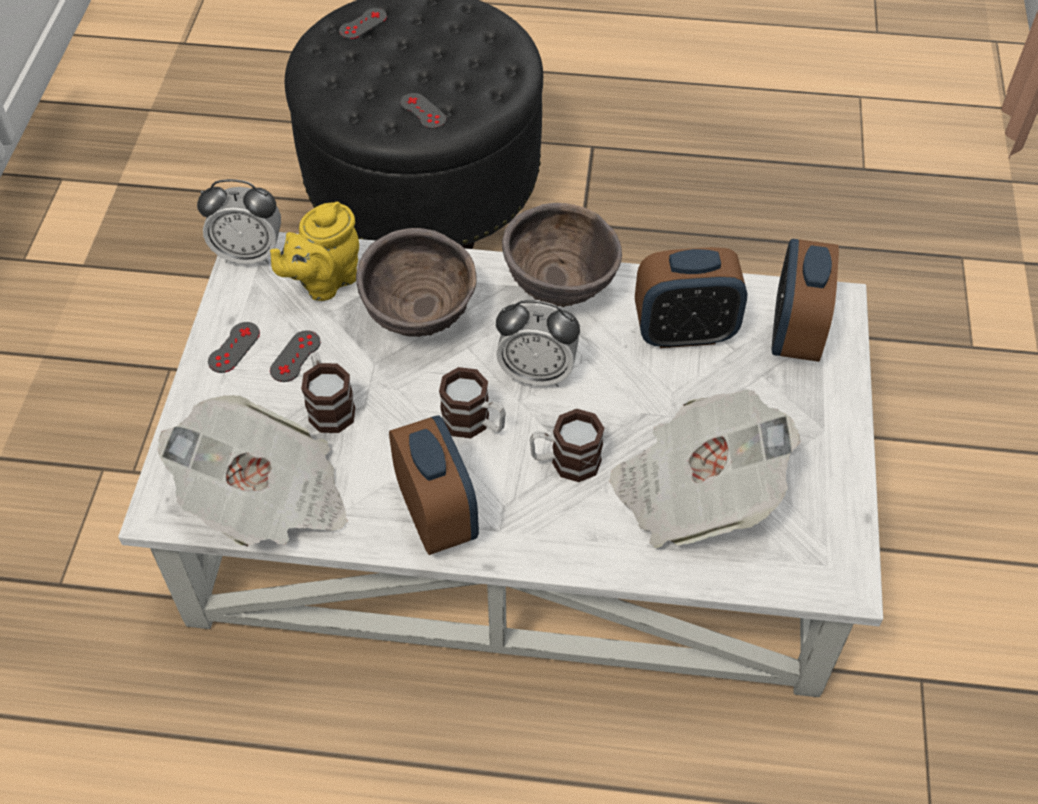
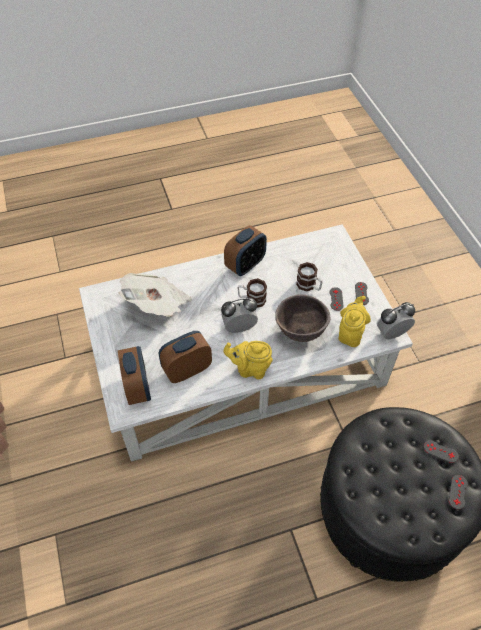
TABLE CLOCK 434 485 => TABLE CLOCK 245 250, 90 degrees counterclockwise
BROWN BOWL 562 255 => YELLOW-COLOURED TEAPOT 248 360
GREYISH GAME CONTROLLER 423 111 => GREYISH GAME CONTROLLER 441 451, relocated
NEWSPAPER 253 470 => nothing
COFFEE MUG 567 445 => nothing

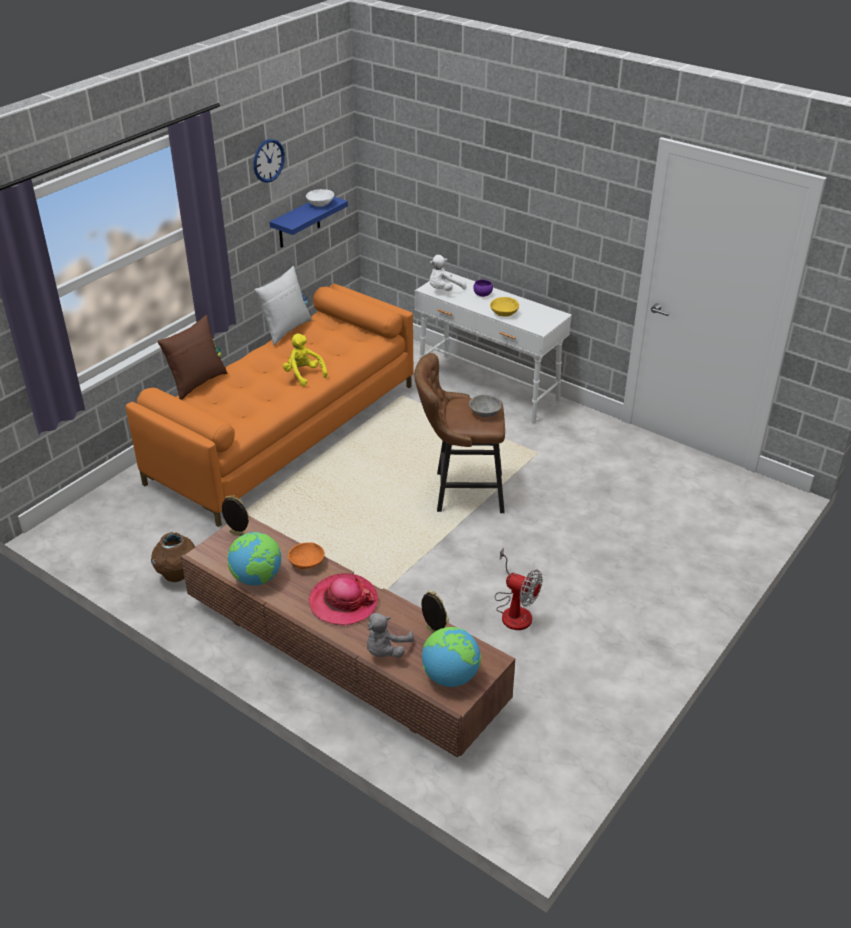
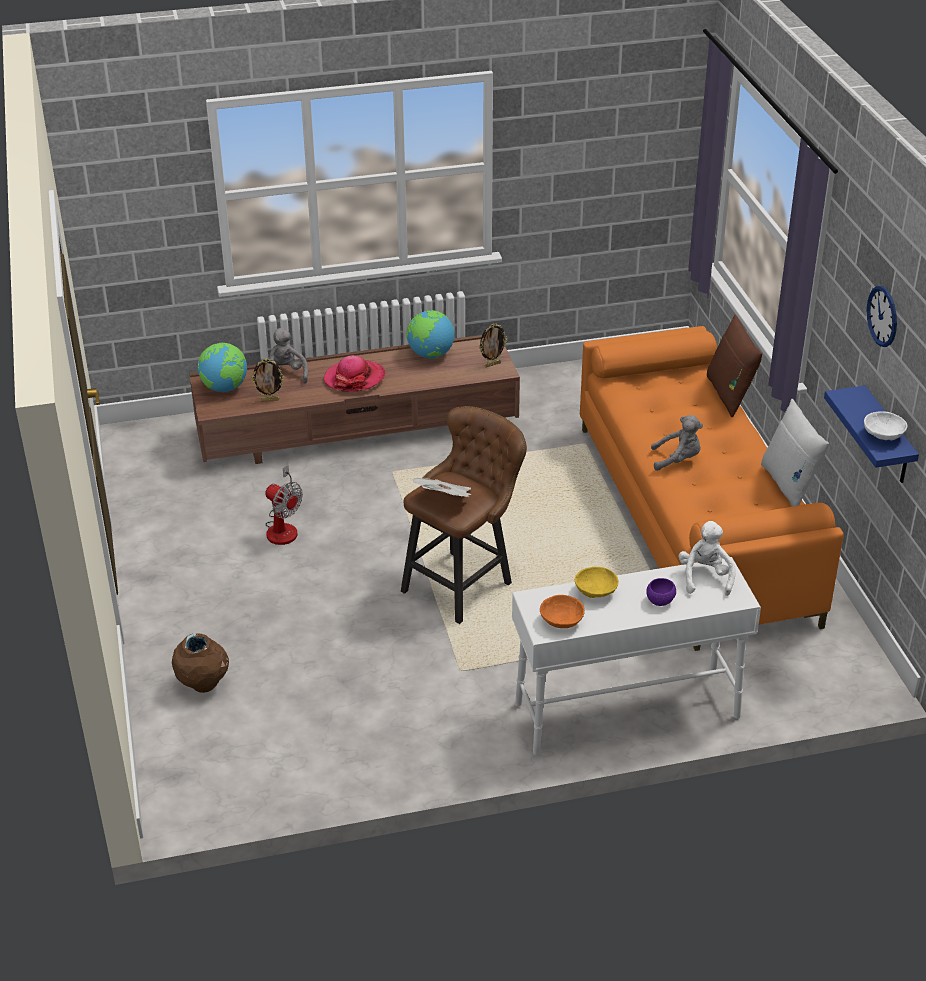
BROWN FLOWER VASE 173 557 => BROWN FLOWER VASE 200 663, relocated
ELECTRIC FAN 518 588 => ELECTRIC FAN 284 505, 120 degrees counterclockwise
GREYISH BOWL 485 406 => NEWSPAPER 442 487
ORANGEY BOWL 306 556 => ORANGEY BOWL 562 611, relocated
YELLOW-COLOURED SOFT TOY 305 359 => GREYISH SOFT TOY 677 443

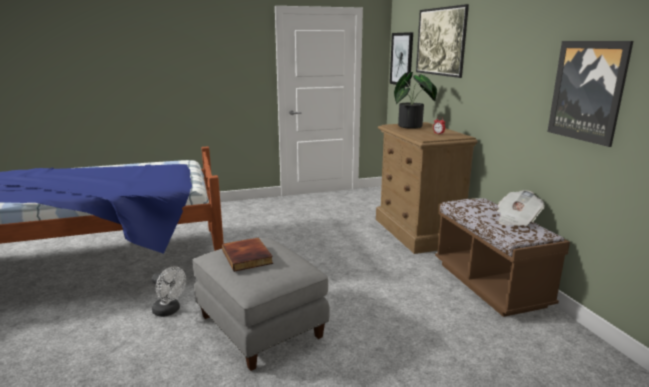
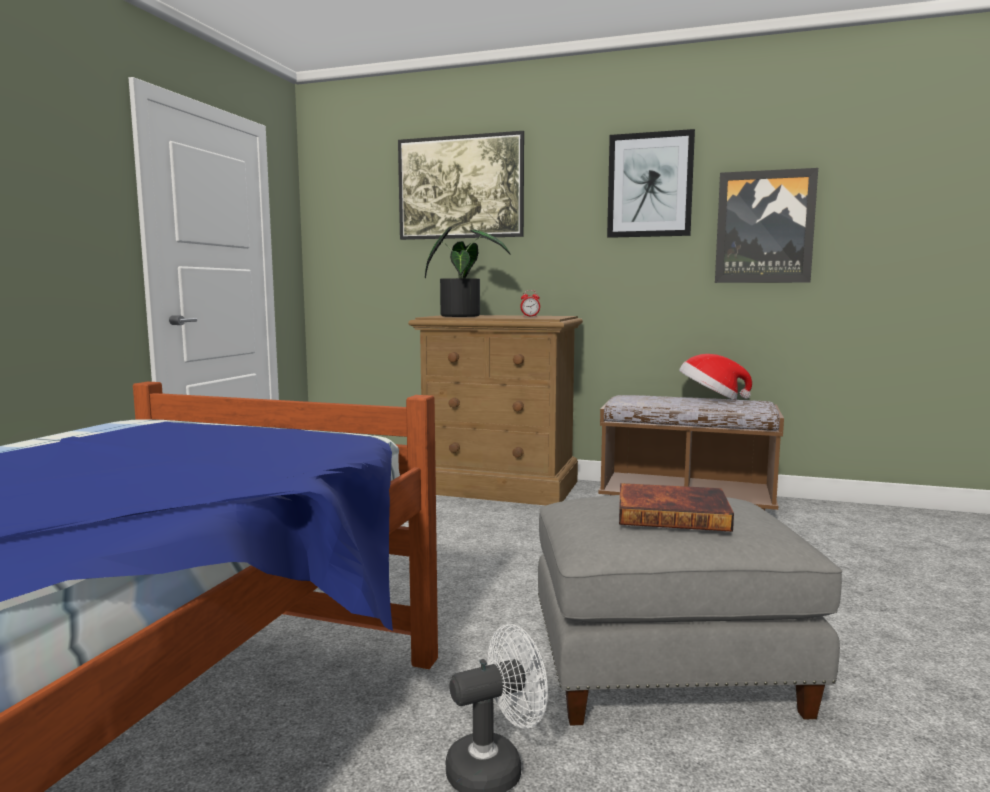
WALL ART 401 59 => WALL ART 651 183, relocated
NEWSPAPER 521 208 => CLOTHING HAT 715 377

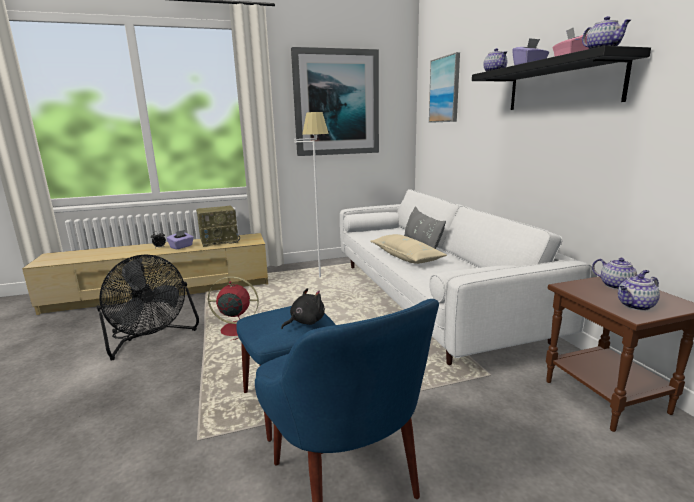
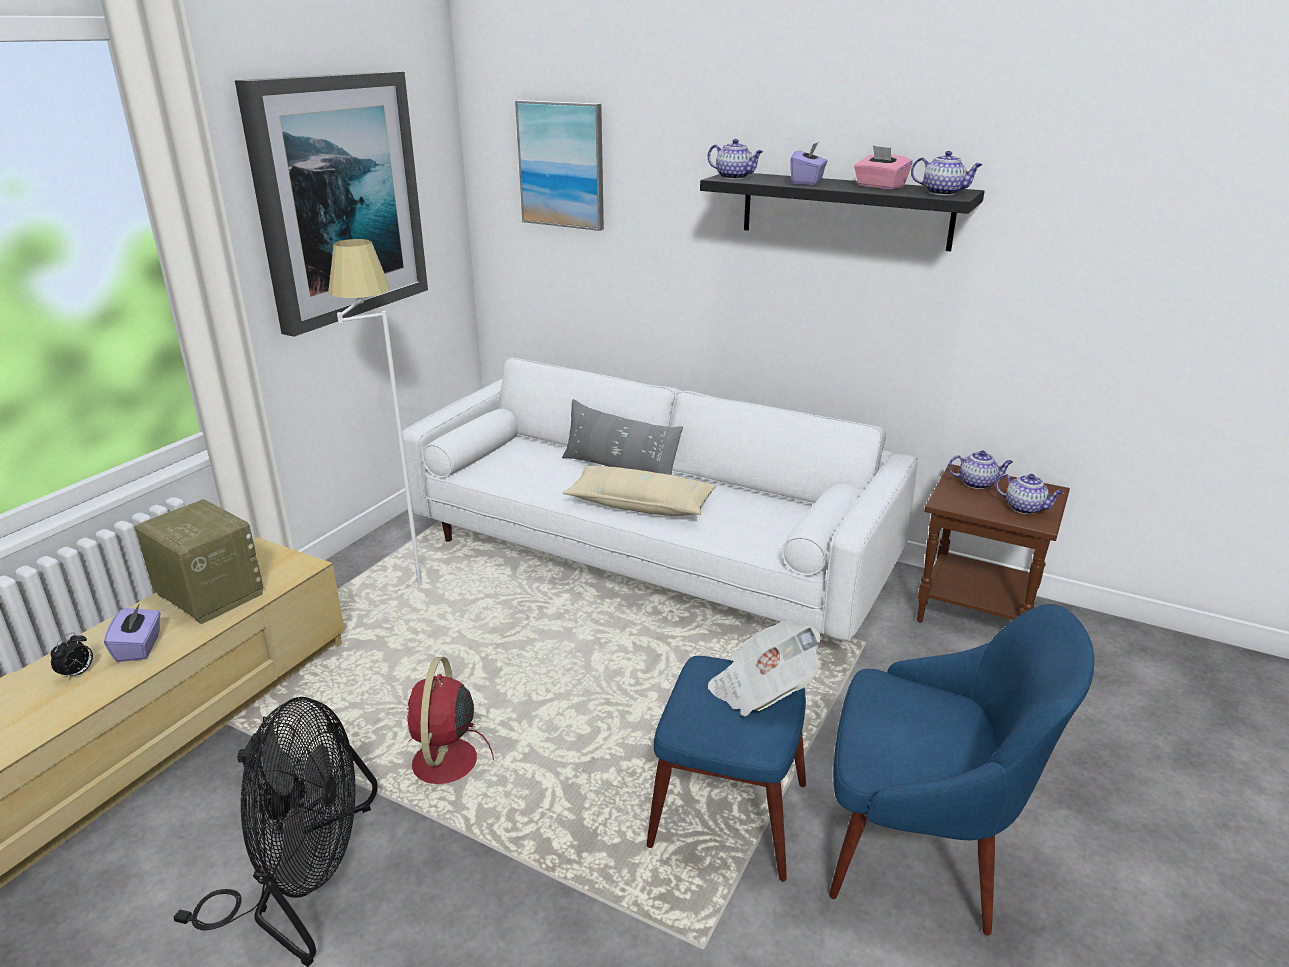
RADIO RECEIVER 218 226 => RADIO RECEIVER 199 561, 75 degrees counterclockwise
RED ELECTRIC FAN 233 308 => RED ELECTRIC FAN 450 720, 45 degrees counterclockwise
BLACKISH SOFT TOY 303 308 => NEWSPAPER 765 668
TEAPOT 639 292 => TEAPOT 1029 494, 75 degrees counterclockwise

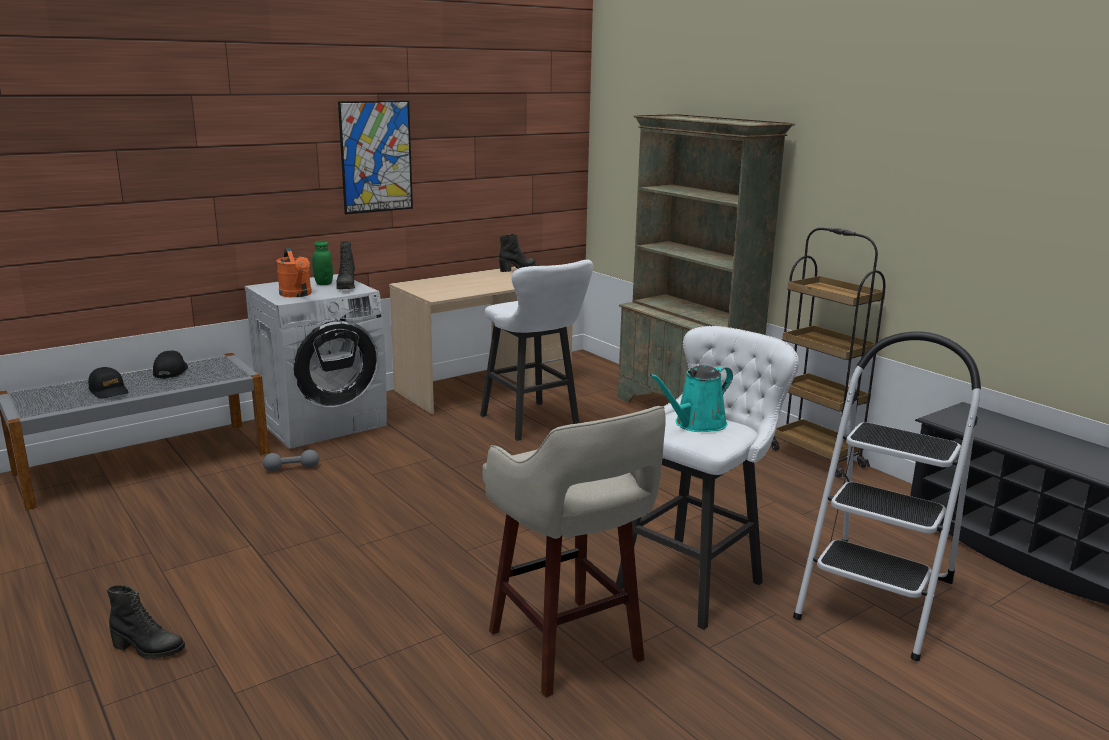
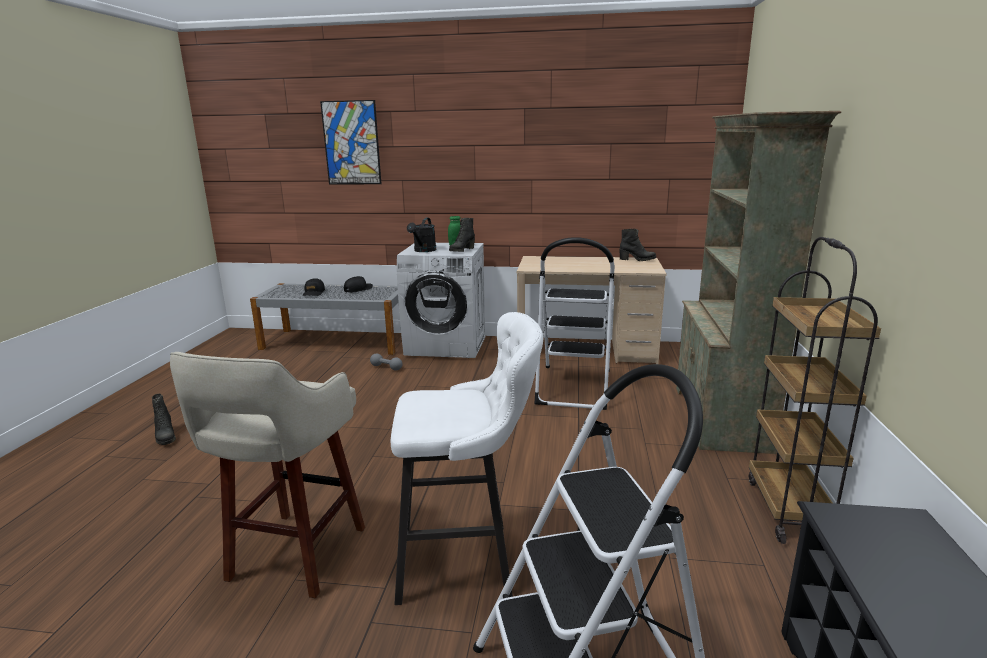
WALL ART 375 158 => WALL ART 350 142, relocated
ORANGEY SPRINKLING CAN 294 272 => BLACKISH SPRINKLING CAN 421 235
WHITE-COLOURED STOOL SEAT 536 350 => STEP LADDER 574 323
BLUE-GREEN SPRINKLING CAN 691 398 => nothing

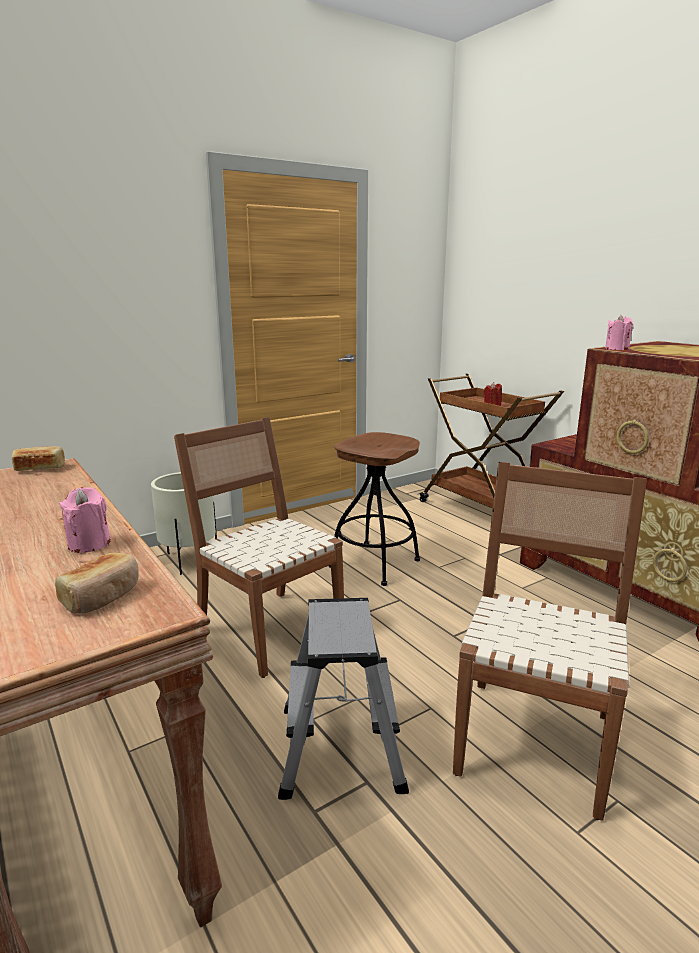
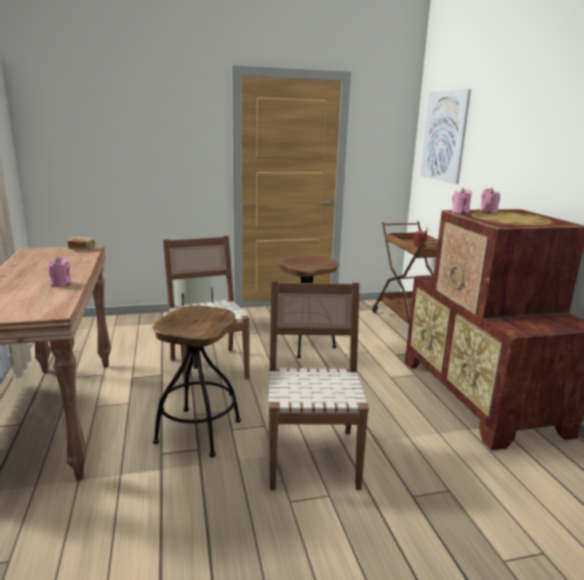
GREYISH STEP LADDER 343 699 => BROWN STOOL SEAT 196 381
PLAIN CHAIR 550 641 => PLAIN CHAIR 318 385, 45 degrees counterclockwise
nothing => WALL ART 445 136
nothing => PINK WAX LIGHT 490 200
BAKED BREAD 97 583 => nothing

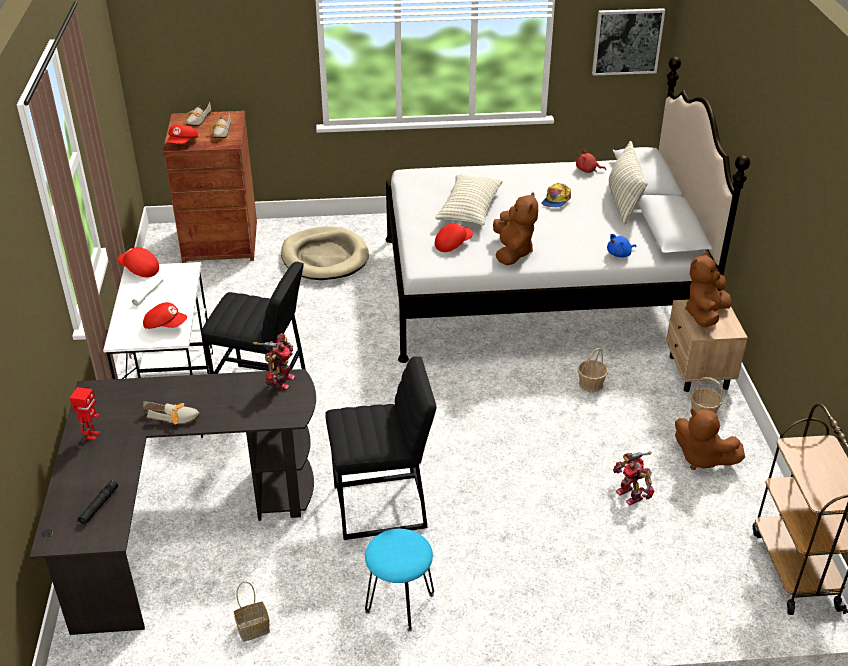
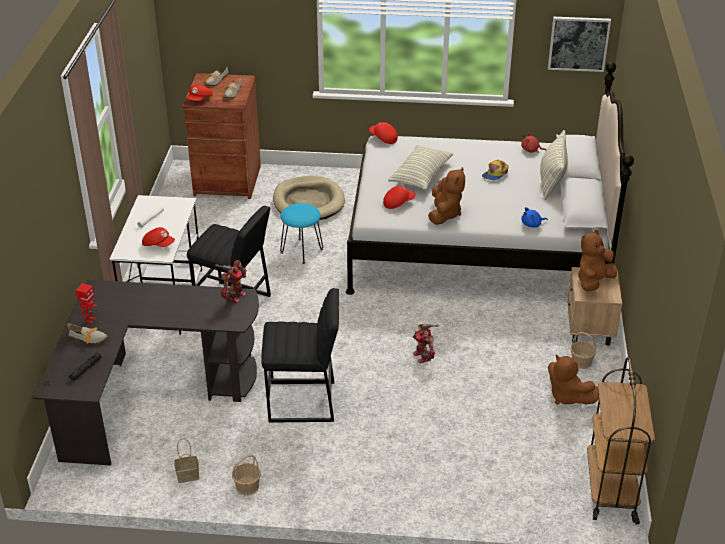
LOW SHOE 171 413 => LOW SHOE 87 333, relocated
HOUSEHOLD BASKET 593 370 => HOUSEHOLD BASKET 246 475, relocated
BLUE-GREEN STOOL SEAT 399 580 => BLUE-GREEN STOOL SEAT 301 233, relocated
RED BASEBALL CAP 138 262 => RED BASEBALL CAP 383 133, relocated
ROBOT FIGURE 633 478 => ROBOT FIGURE 426 343, relocated

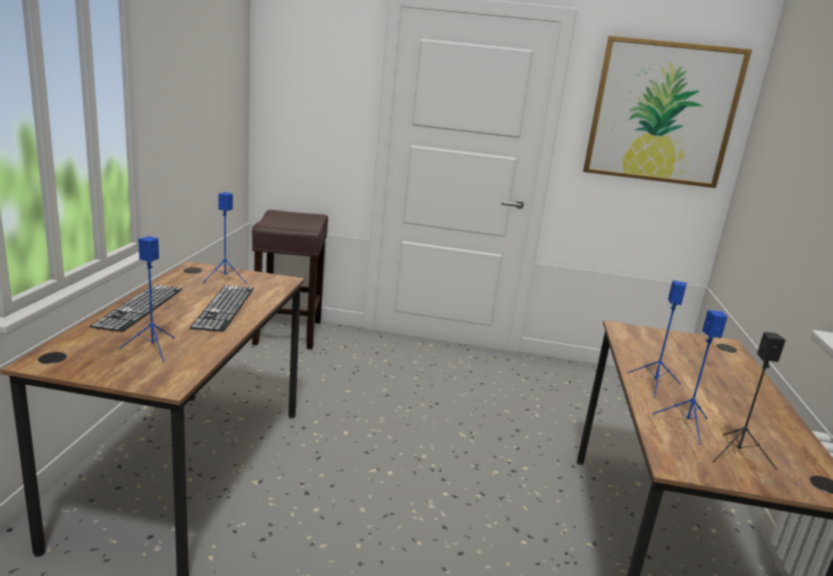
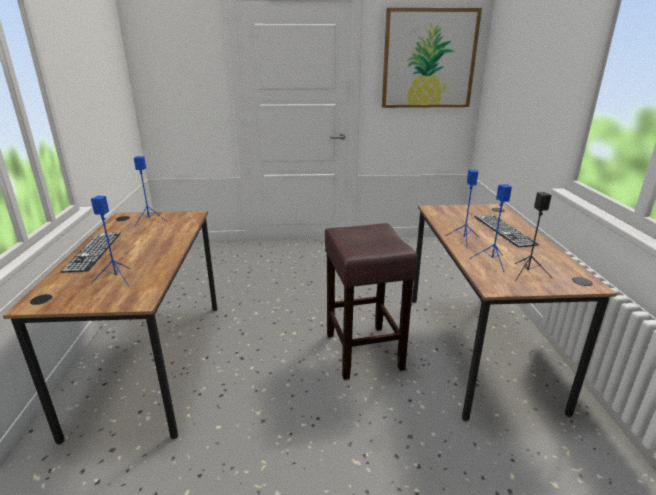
BROWN STOOL SEAT 290 279 => BROWN STOOL SEAT 371 301, relocated
PC KEYBOARD 222 308 => PC KEYBOARD 506 231, relocated

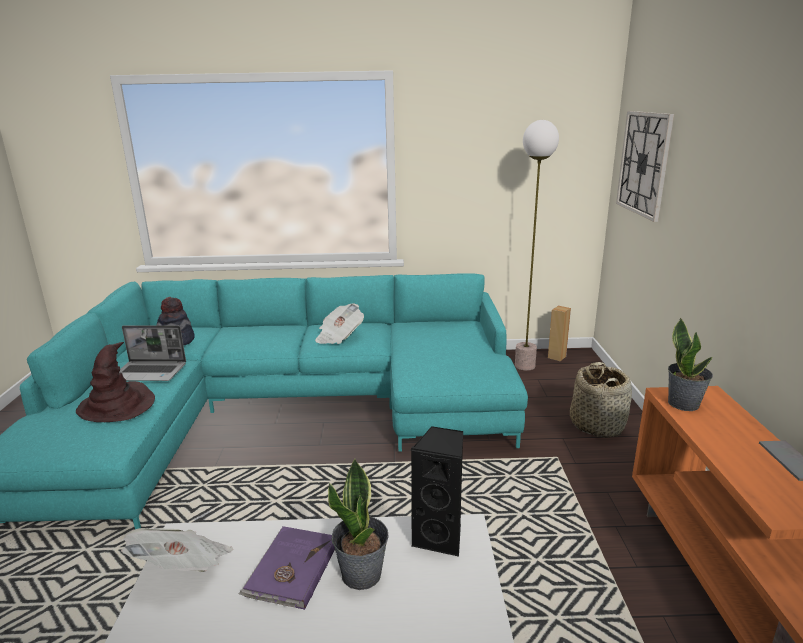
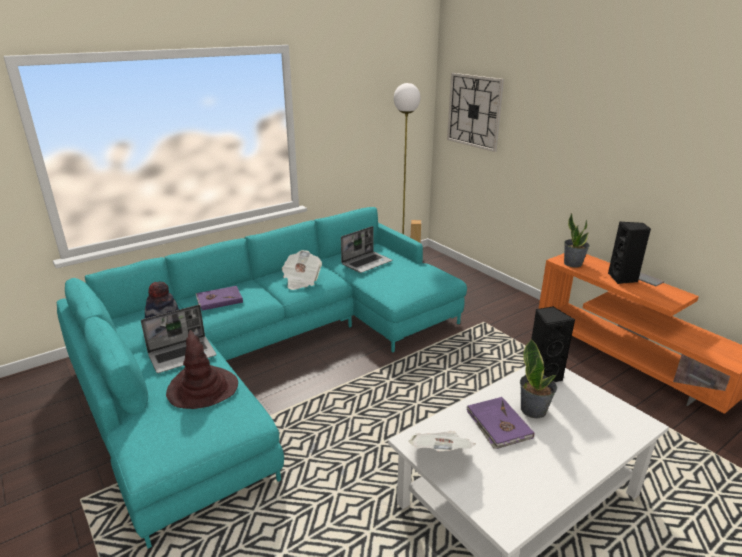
nothing => PURPLE-COLOURED BOUND BOOK 219 298
nothing => LAPTOP 366 249
nothing => BLACKISH LOUDSPEAKER 629 252
HOUSEHOLD BASKET 601 400 => nothing

